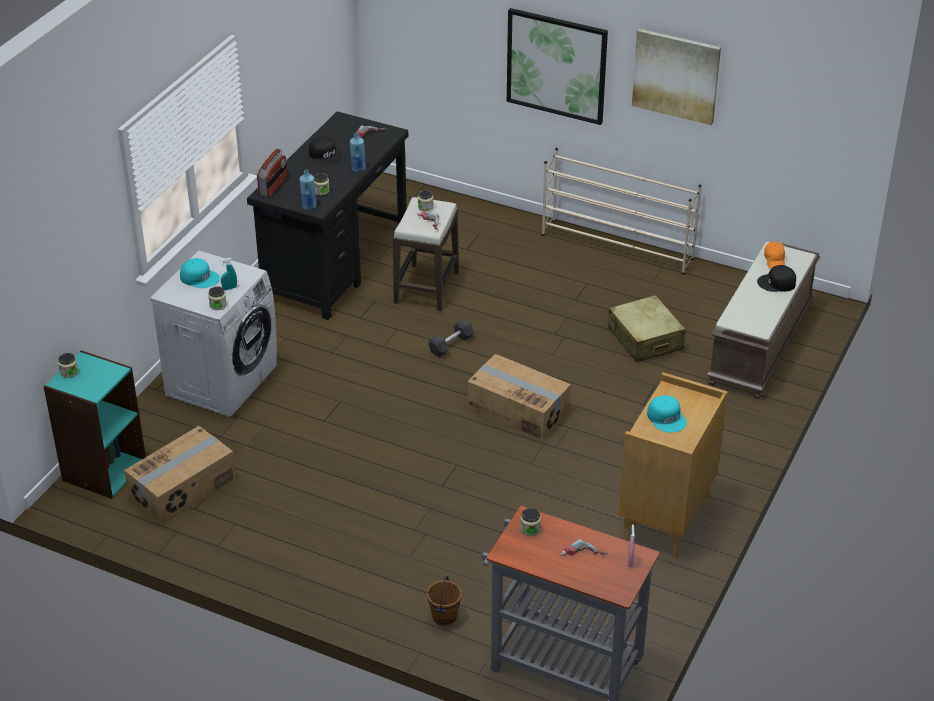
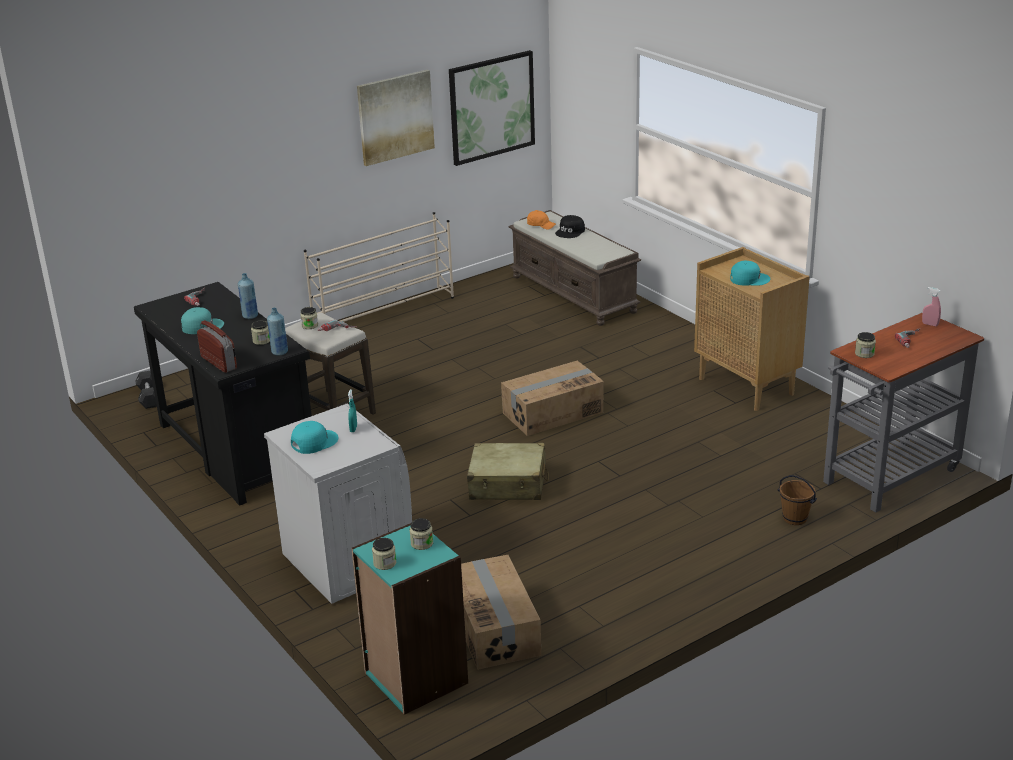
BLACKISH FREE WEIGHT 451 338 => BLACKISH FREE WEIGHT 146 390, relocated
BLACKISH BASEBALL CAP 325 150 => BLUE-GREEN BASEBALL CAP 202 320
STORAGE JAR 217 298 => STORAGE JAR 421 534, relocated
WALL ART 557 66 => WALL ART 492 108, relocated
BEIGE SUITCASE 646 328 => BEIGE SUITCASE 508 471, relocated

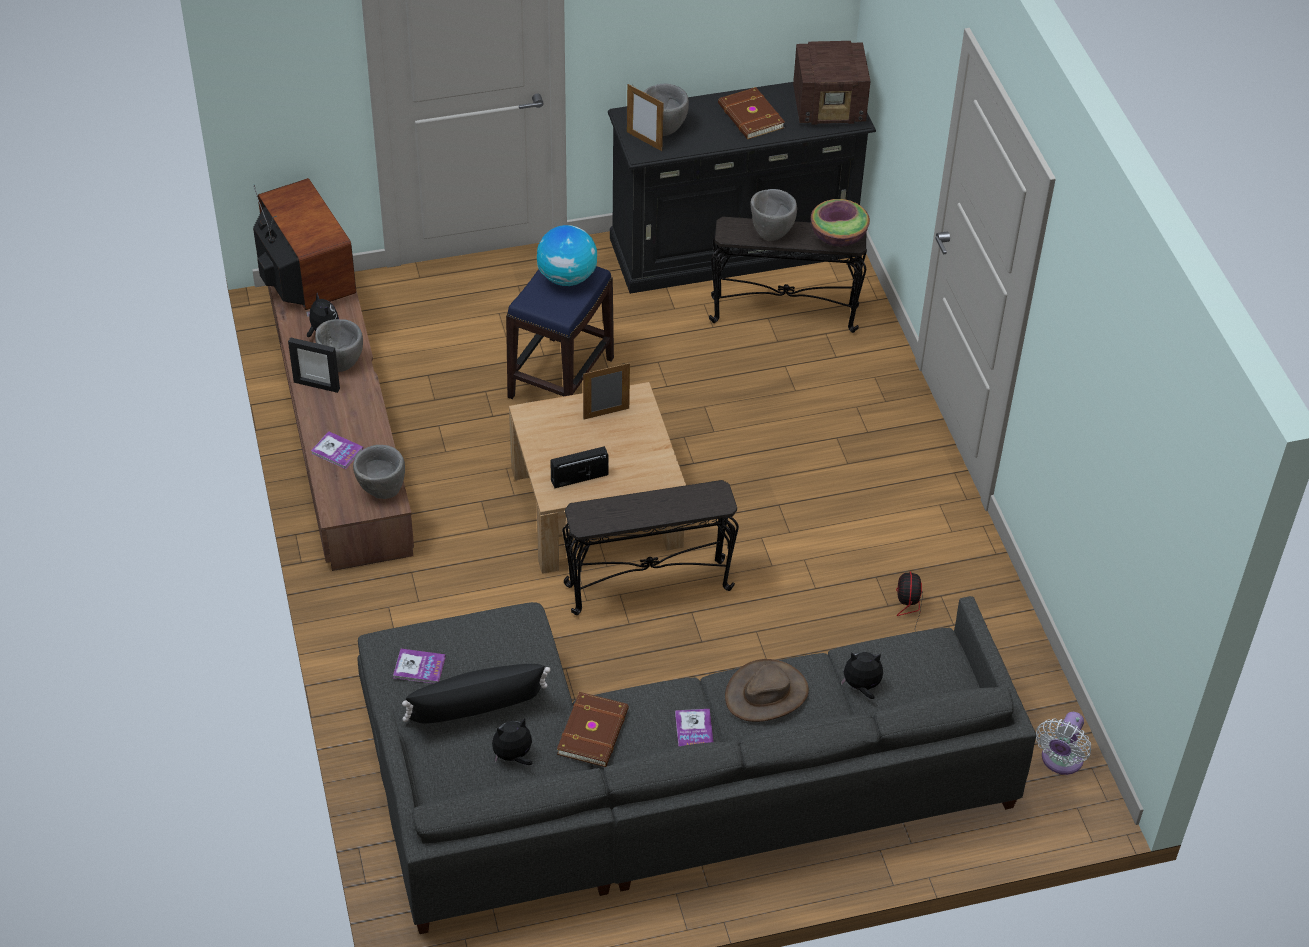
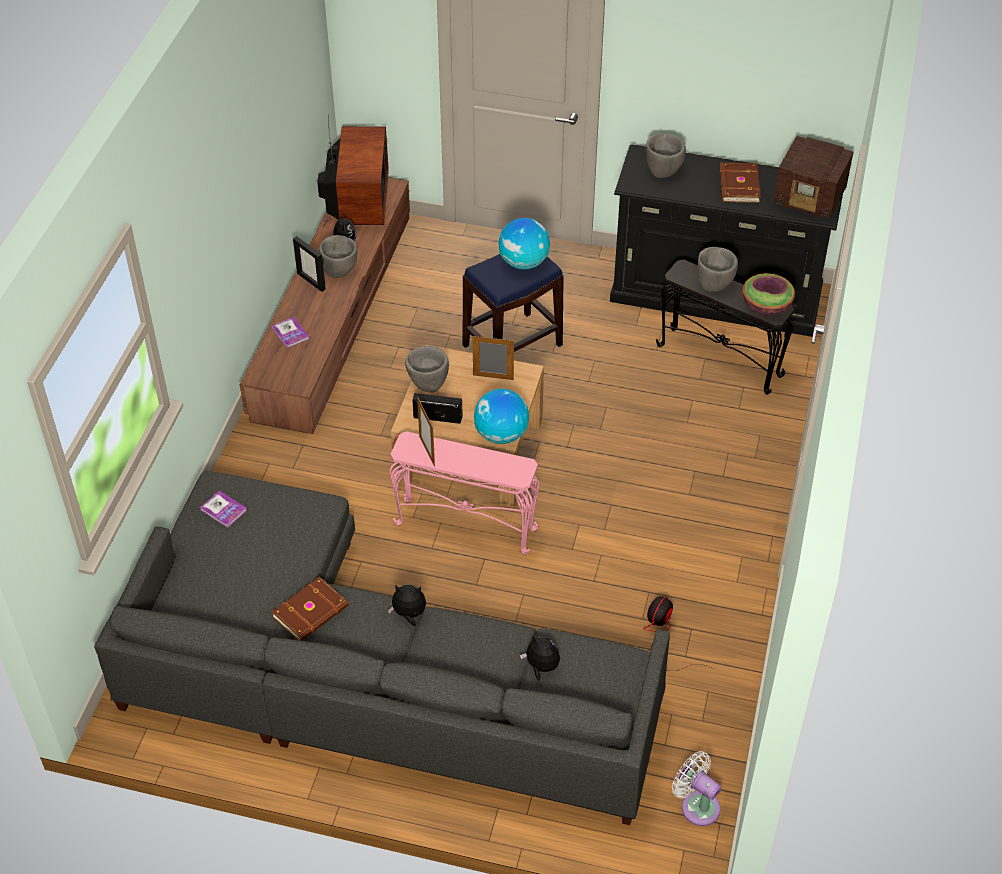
SOFT TOY 512 741 => SOFT TOY 407 605, relocated
BLACKISH END TABLE 650 547 => PINK END TABLE 464 493
GREYISH BOWL 379 472 => GREYISH BOWL 427 369, relocated
PICTURE FRAME 645 117 => PICTURE FRAME 426 432, relocated
nothing => GLOBE 501 416
WHITE-COLOURED ELECTRIC FAN 1063 743 => WHITE-COLOURED ELECTRIC FAN 696 788, 75 degrees clockwise
BLACKISH CUSHION 476 694 => nothing
BOUND BOOK 694 727 => nothing
BROWN CLOTHING HAT 767 690 => nothing

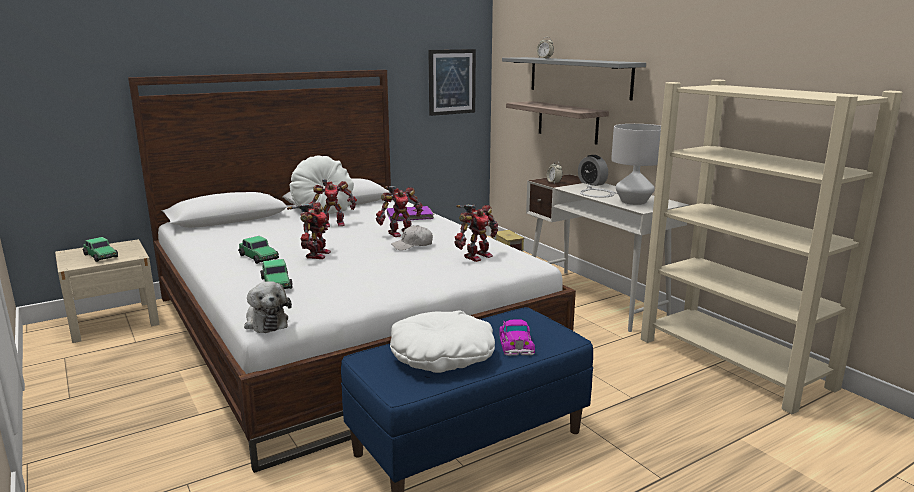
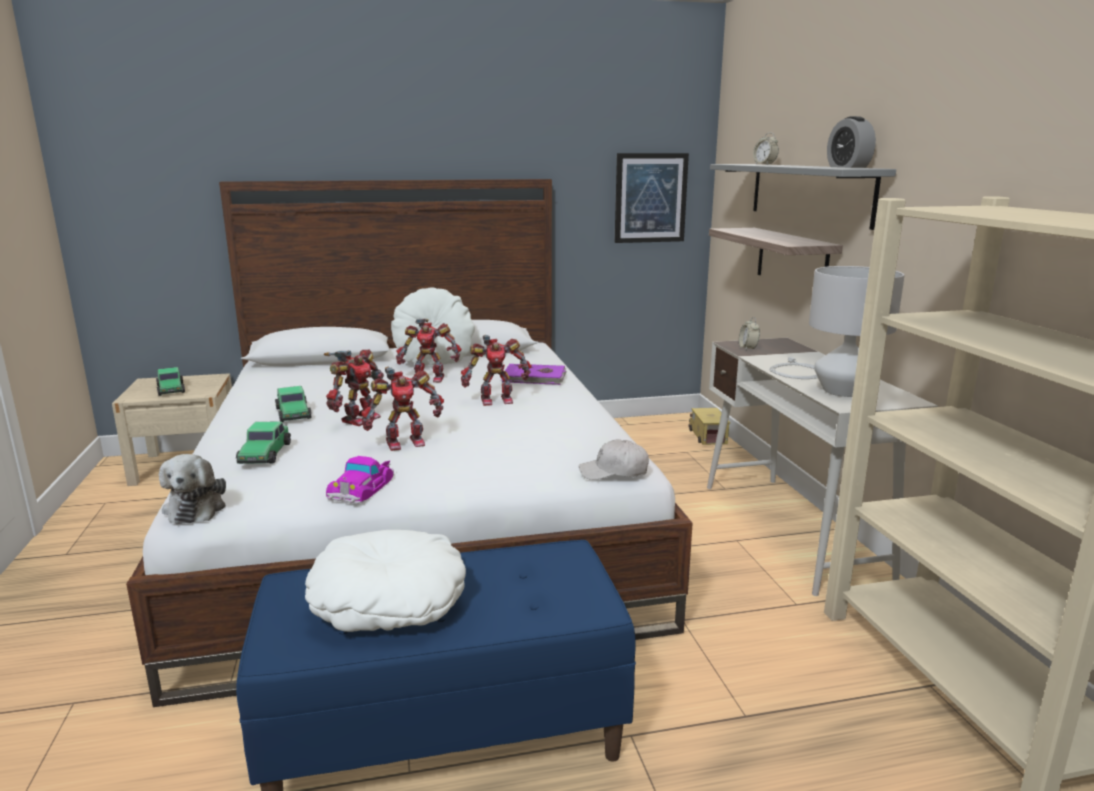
MINIATURE CAR 517 337 => MINIATURE CAR 360 480, relocated
ROBOT FIGURE 476 233 => ROBOT FIGURE 402 409, relocated
WHITE-COLOURED BASEBALL CAP 412 237 => WHITE-COLOURED BASEBALL CAP 614 459, relocated
TABLE CLOCK 593 170 => TABLE CLOCK 851 142, relocated

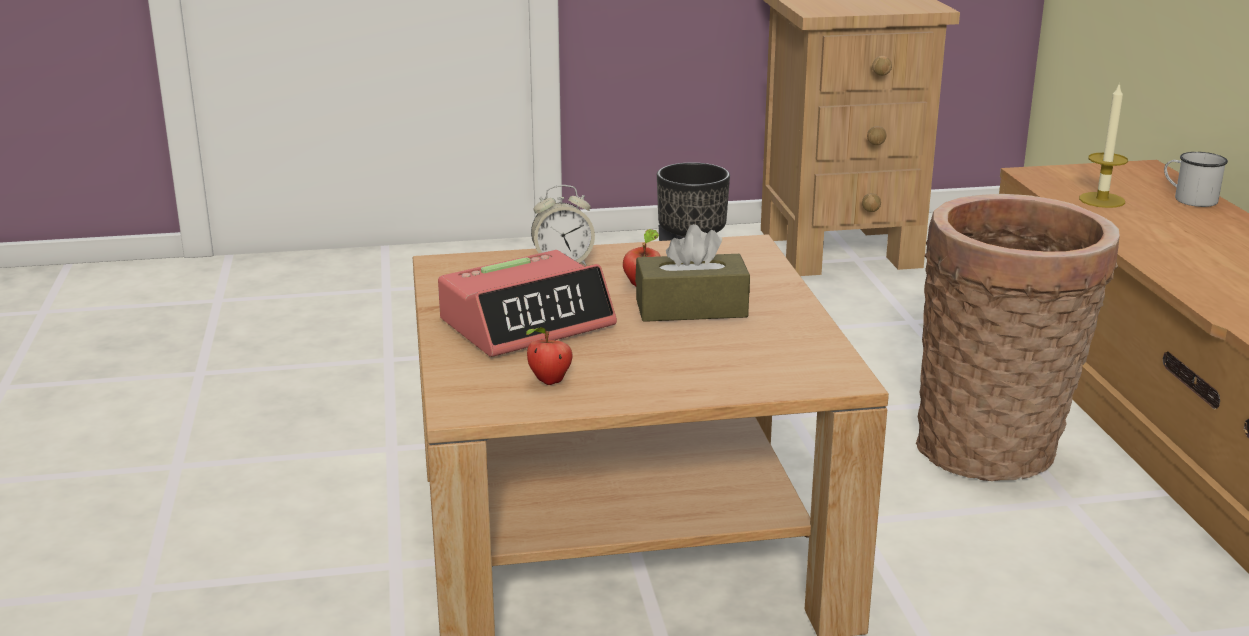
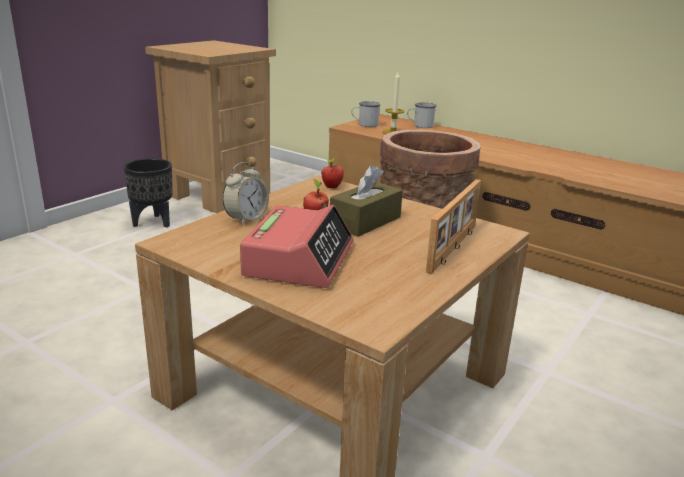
WHOLE APPLE 549 356 => WHOLE APPLE 332 173, relocated
nothing => WHITE-COLOURED COFFEE MUG 366 114
nothing => PICTURE FRAME 453 226

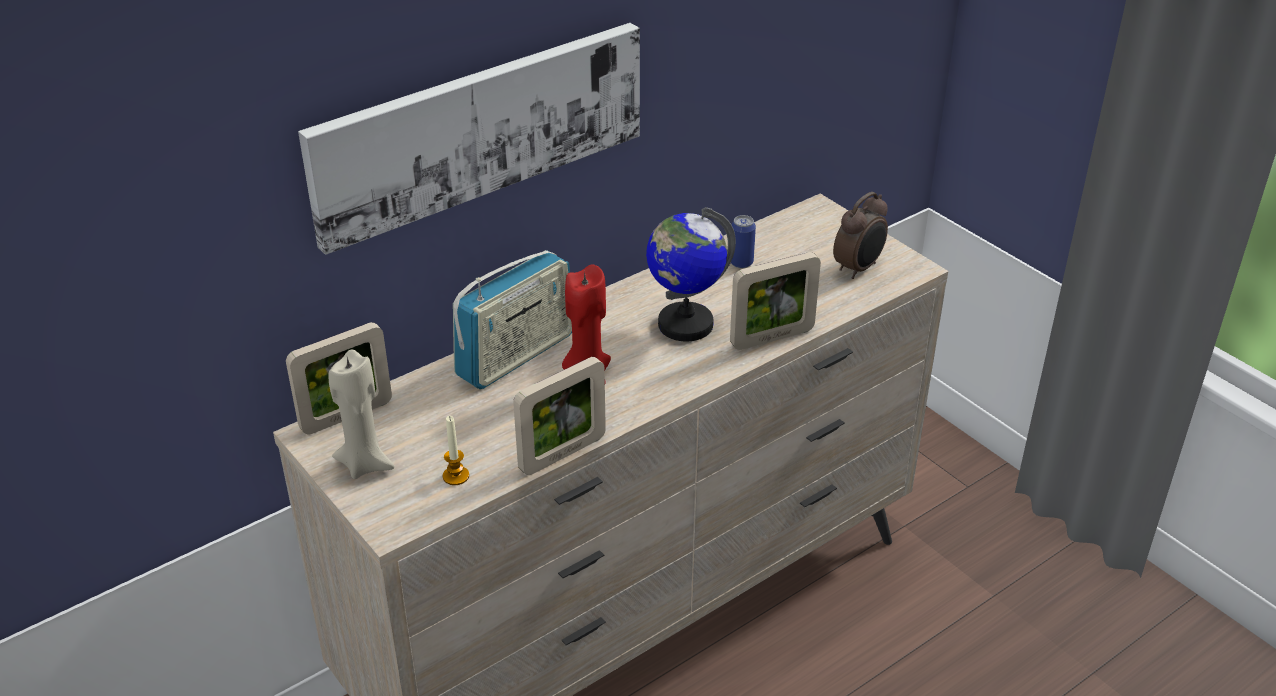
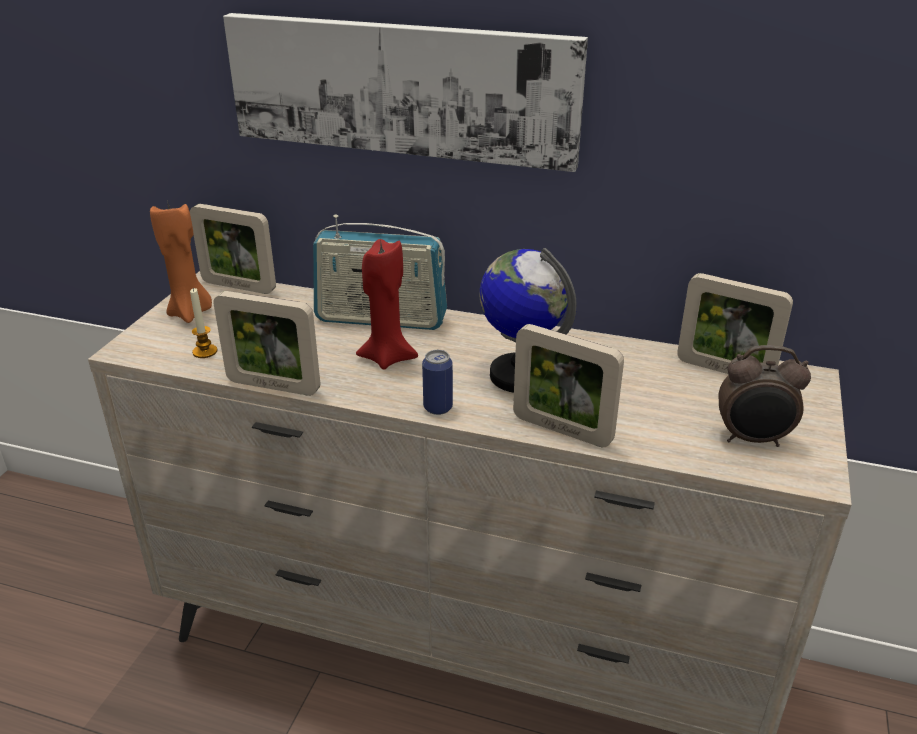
BEIGE WAX LIGHT 362 414 => ORANGEY WAX LIGHT 181 261
SEALED CAN 743 241 => SEALED CAN 437 382, relocated
nothing => PICTURE FRAME 735 323

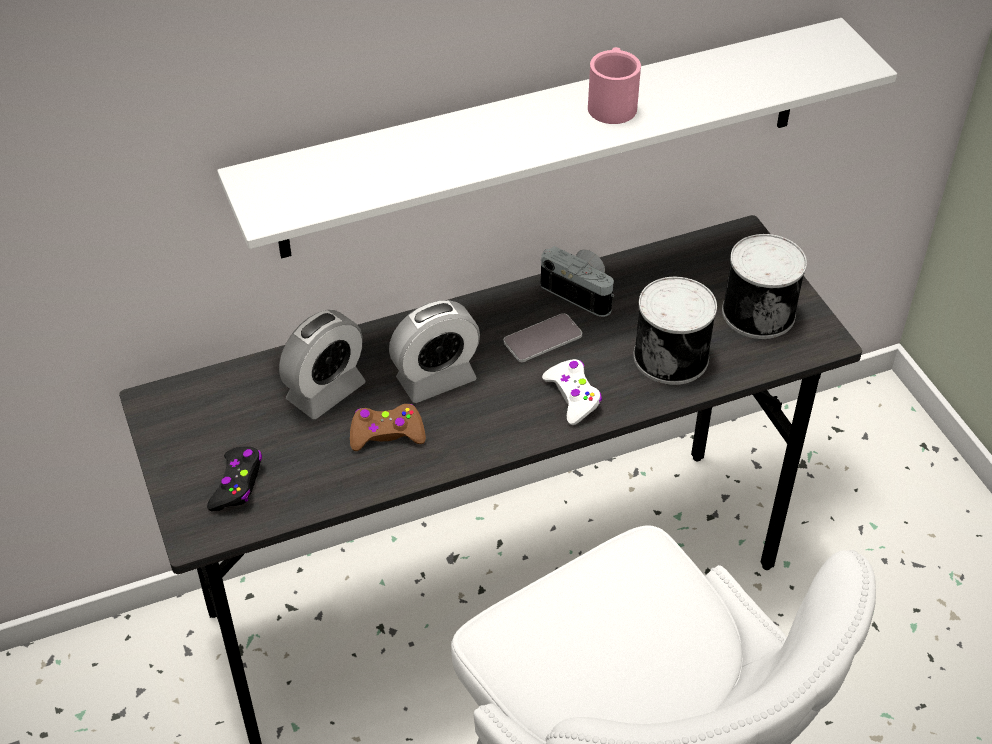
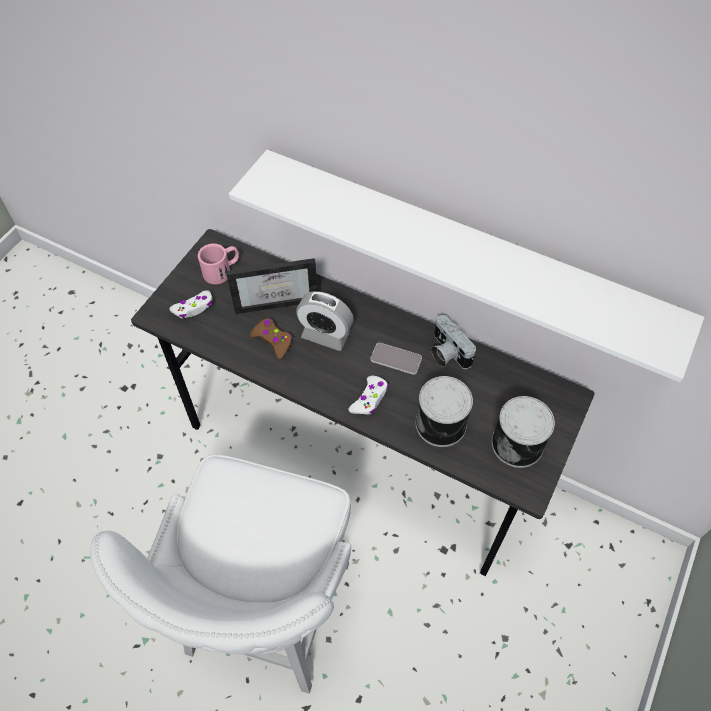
BLACKISH GAME CONTROLLER 234 479 => WHITE-COLOURED GAME CONTROLLER 190 304
PINK COFFEE MUG 614 85 => PINK COFFEE MUG 218 264, relocated
TABLE CLOCK 322 364 => PICTURE FRAME 271 286
PHOTO CAMERA 577 281 => PHOTO CAMERA 453 342, 150 degrees clockwise

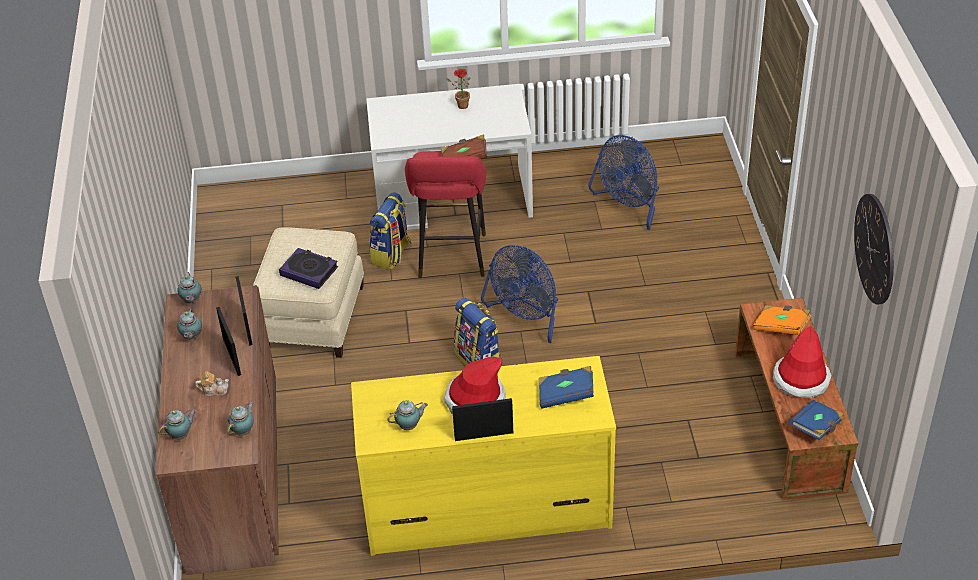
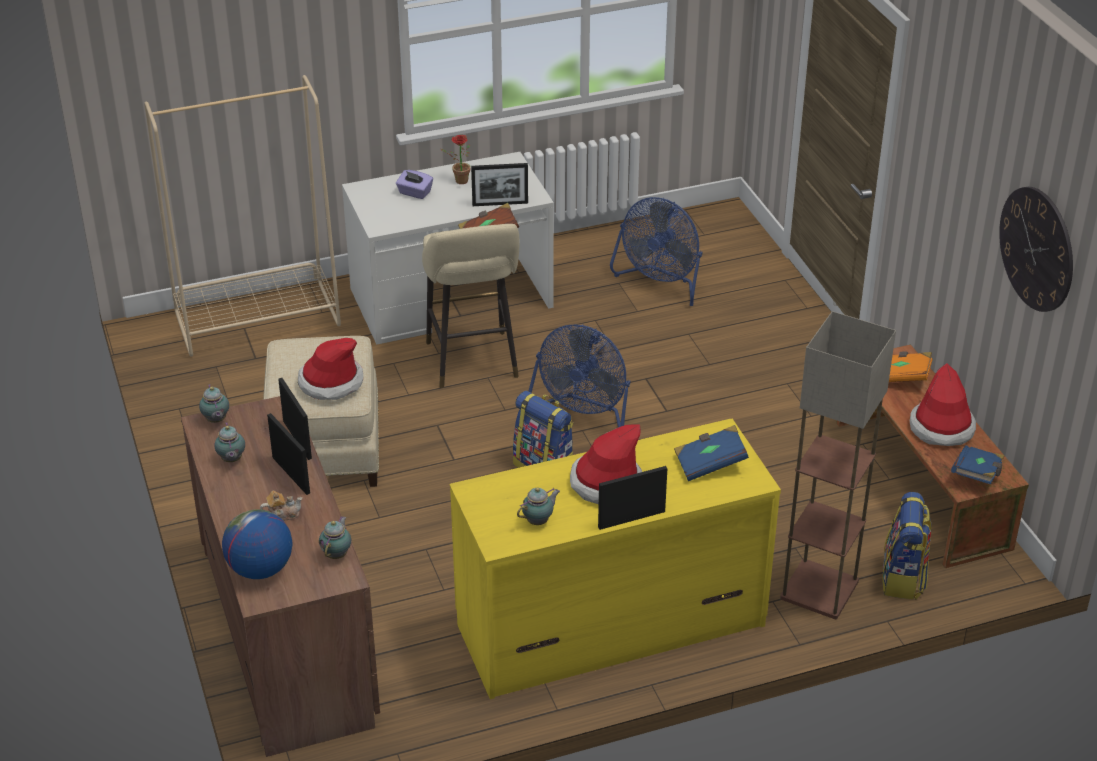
nothing => BEIGE CLOTHES RACK 242 216
TEAPOT 177 424 => GLOBE 257 544
BOUND BOOK 308 268 => CLOTHING HAT 330 369
nothing => PURPLE-COLOURED TISSUE HOLDER 414 184
RED STOOL SEAT 445 214 => BEIGE STOOL SEAT 471 306
nothing => PICTURE FRAME 499 184
nothing => STANDING LAMP 838 465
KNAPSACK 390 231 => KNAPSACK 907 546, relocated

